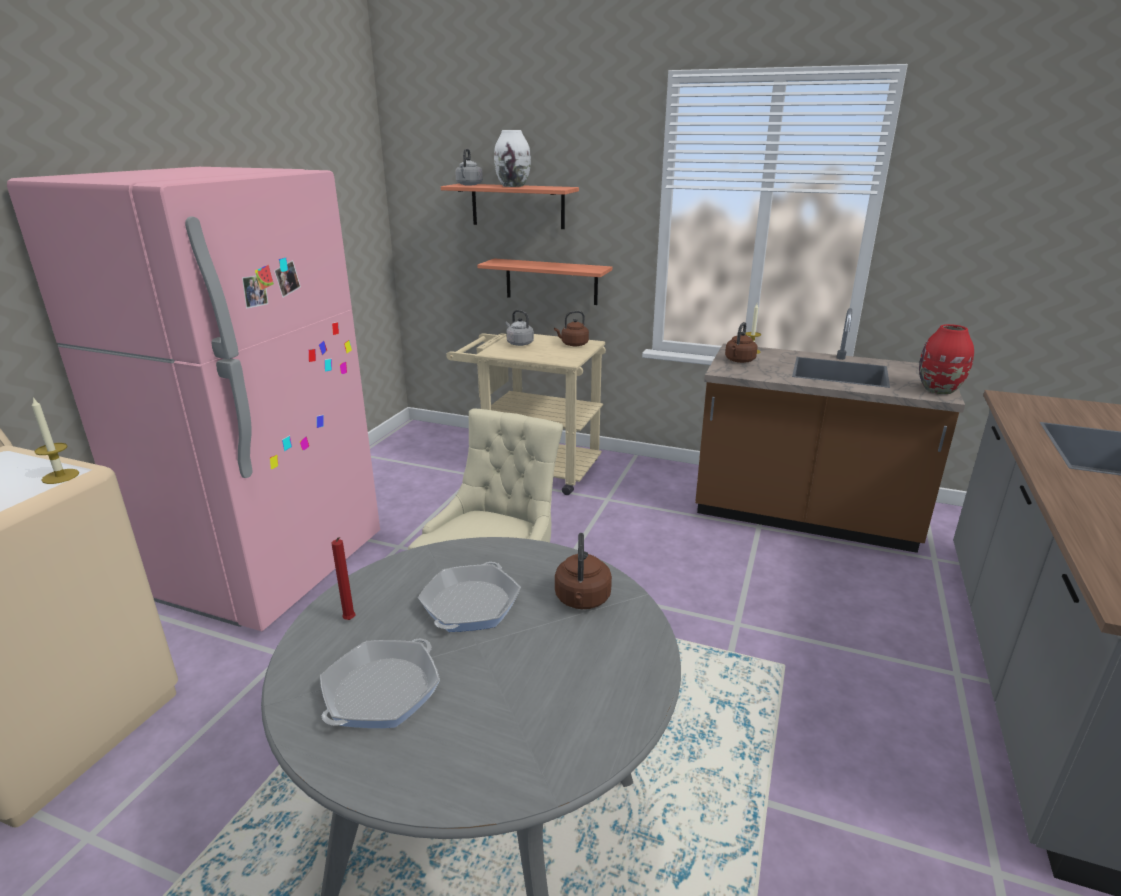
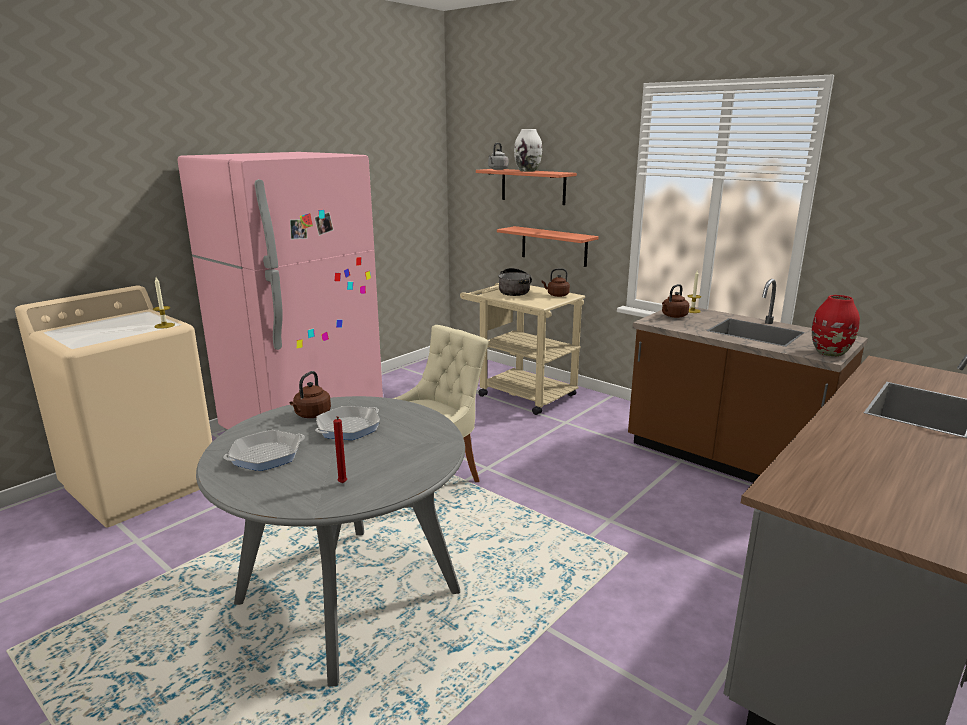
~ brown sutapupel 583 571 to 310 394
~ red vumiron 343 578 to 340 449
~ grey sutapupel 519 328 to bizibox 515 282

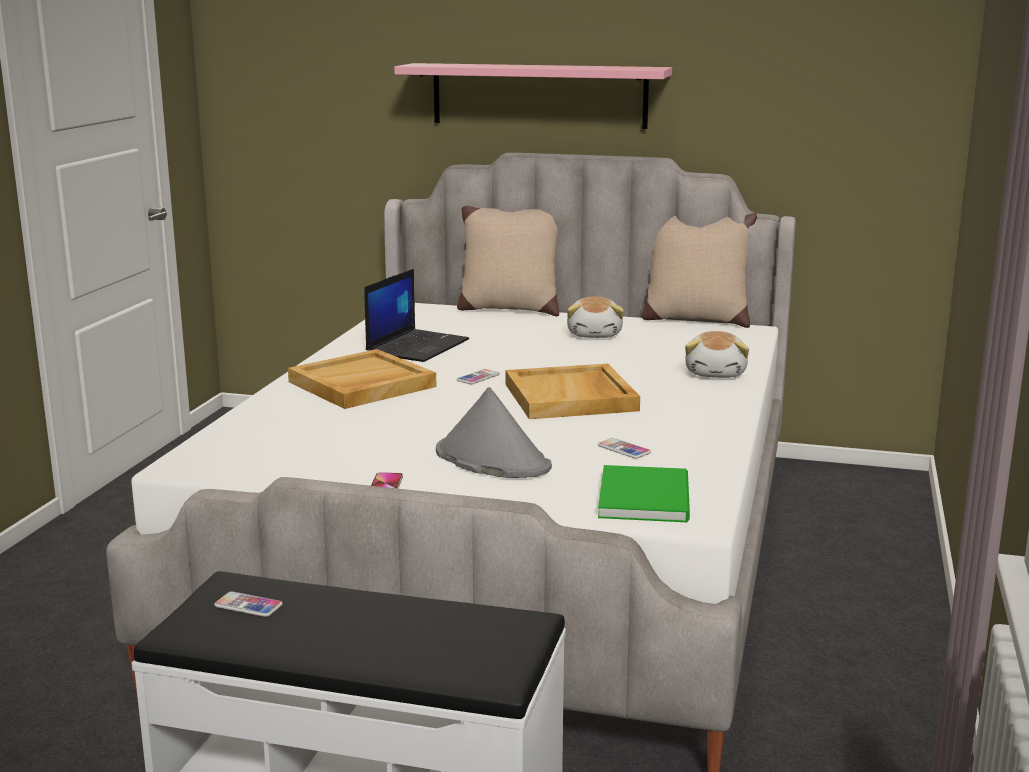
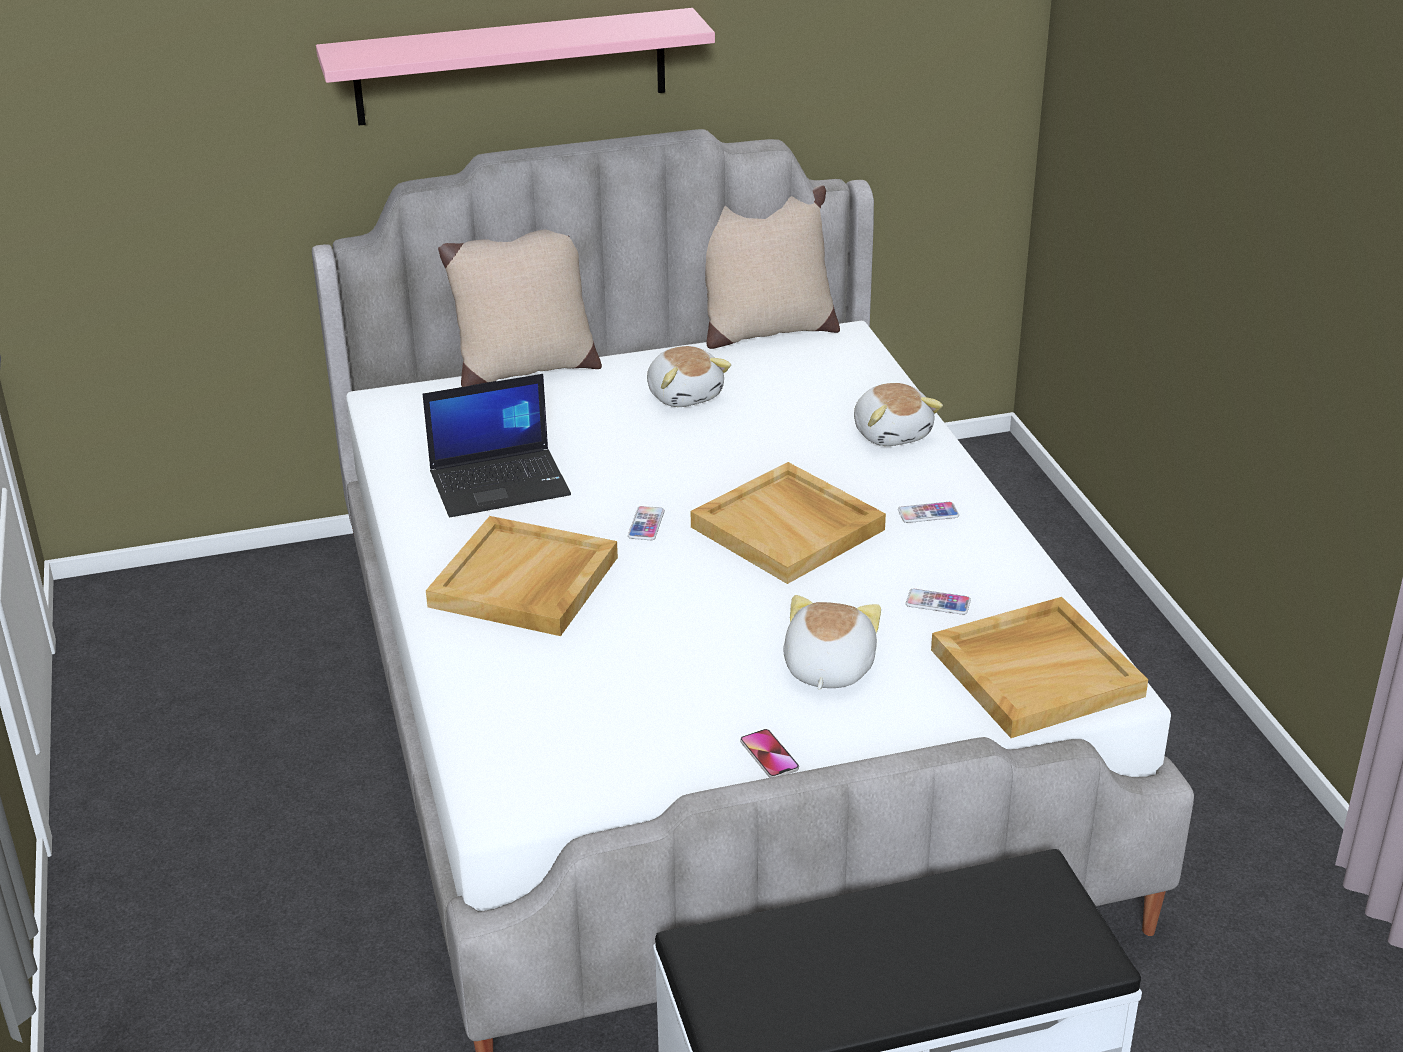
~ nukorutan 416 315 = 497 445 75 degrees clockwise
~ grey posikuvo 494 432 to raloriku 832 642
~ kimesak 248 604 to 928 512
~ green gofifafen 644 493 to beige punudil 1039 667

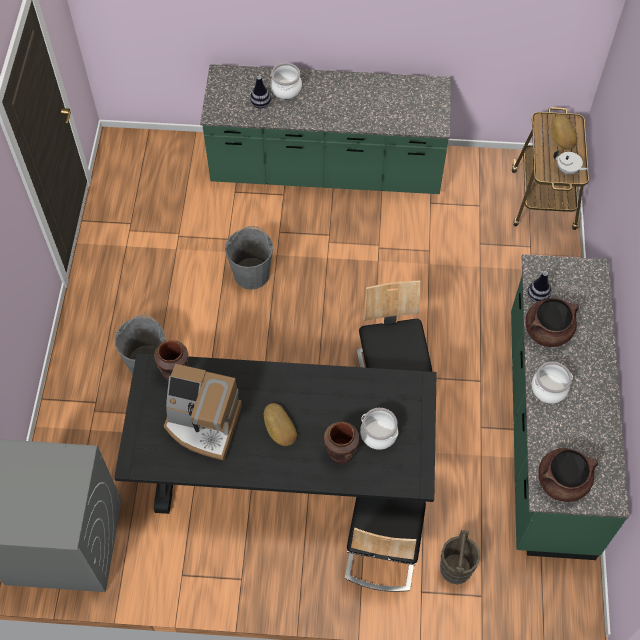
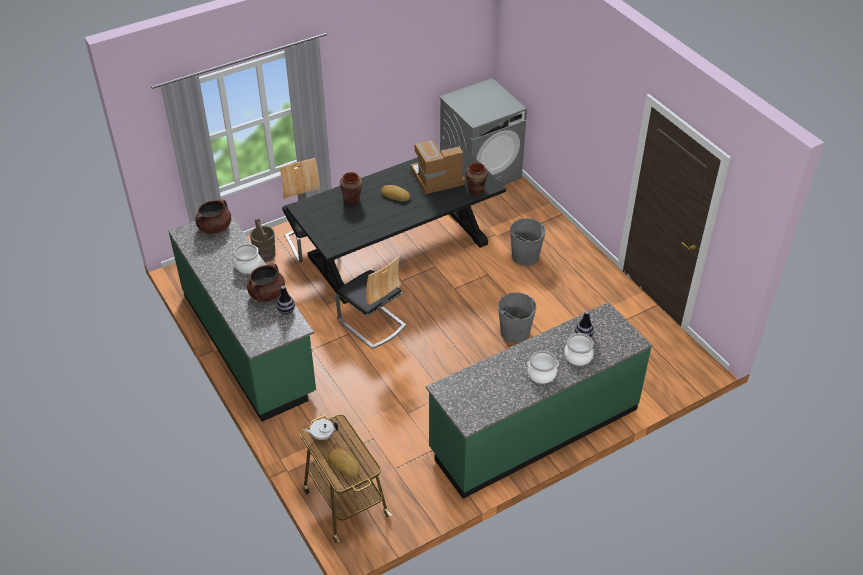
~ bizibox 379 429 to 543 367

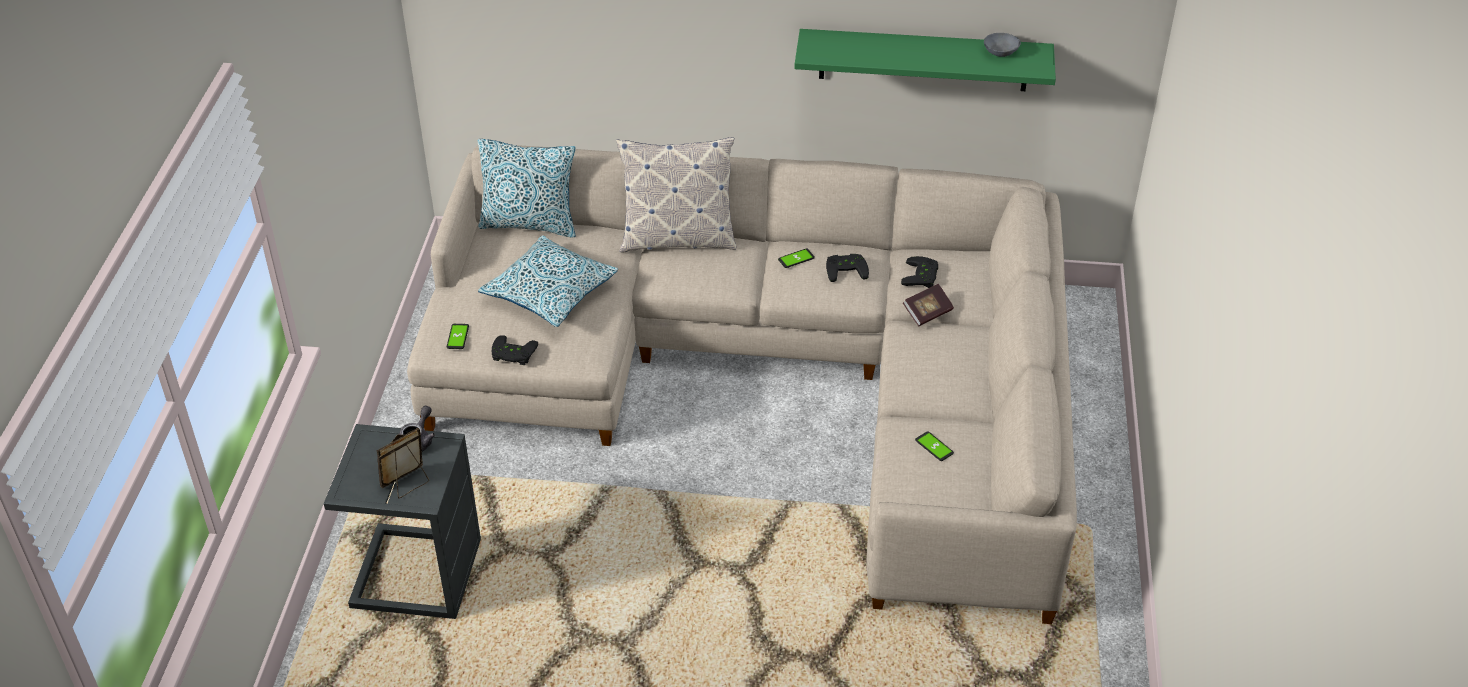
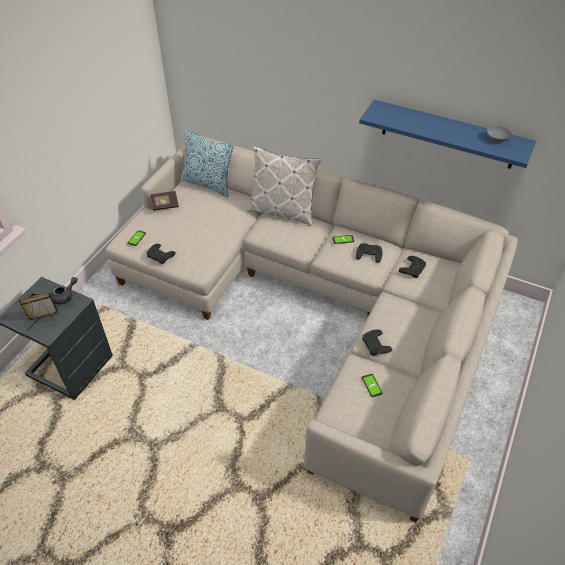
~ gofifafen 928 305 to 164 201
~ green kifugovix 925 60 to blue kifugovix 447 134
+ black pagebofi 377 342
- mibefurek 548 281

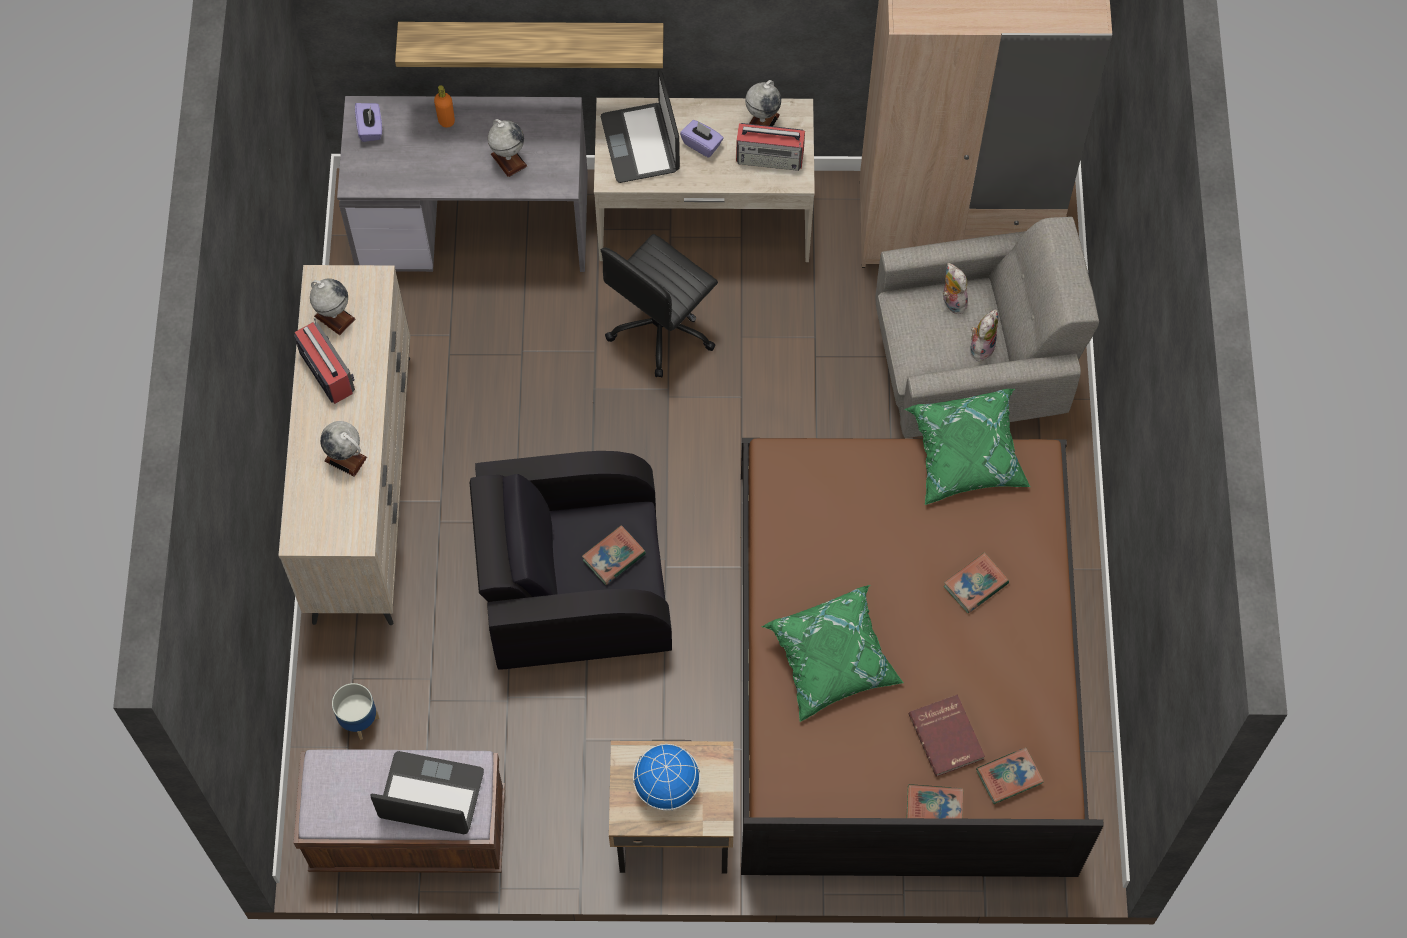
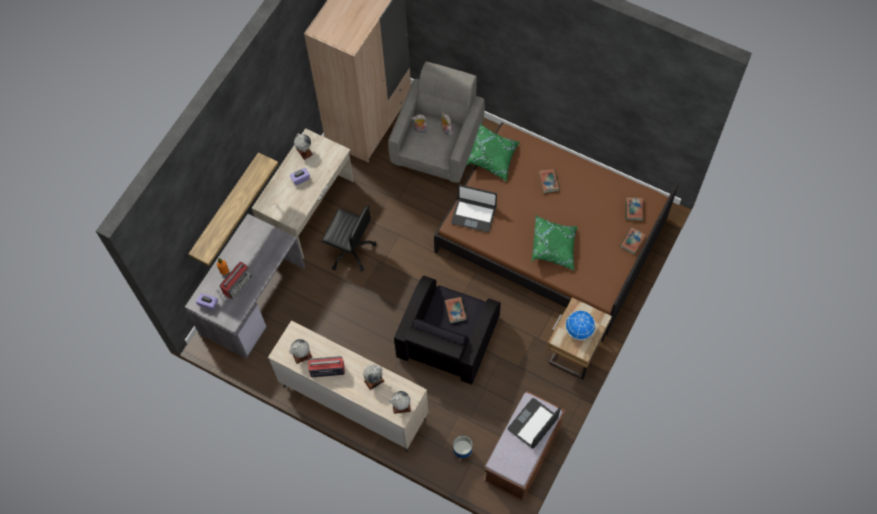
~ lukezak 770 147 to 236 280
~ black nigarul 659 306 = 349 238 45 degrees counterclockwise
~ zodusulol 507 148 to 400 402
~ nukorutan 640 126 to 474 208
- red gofifafen 946 736

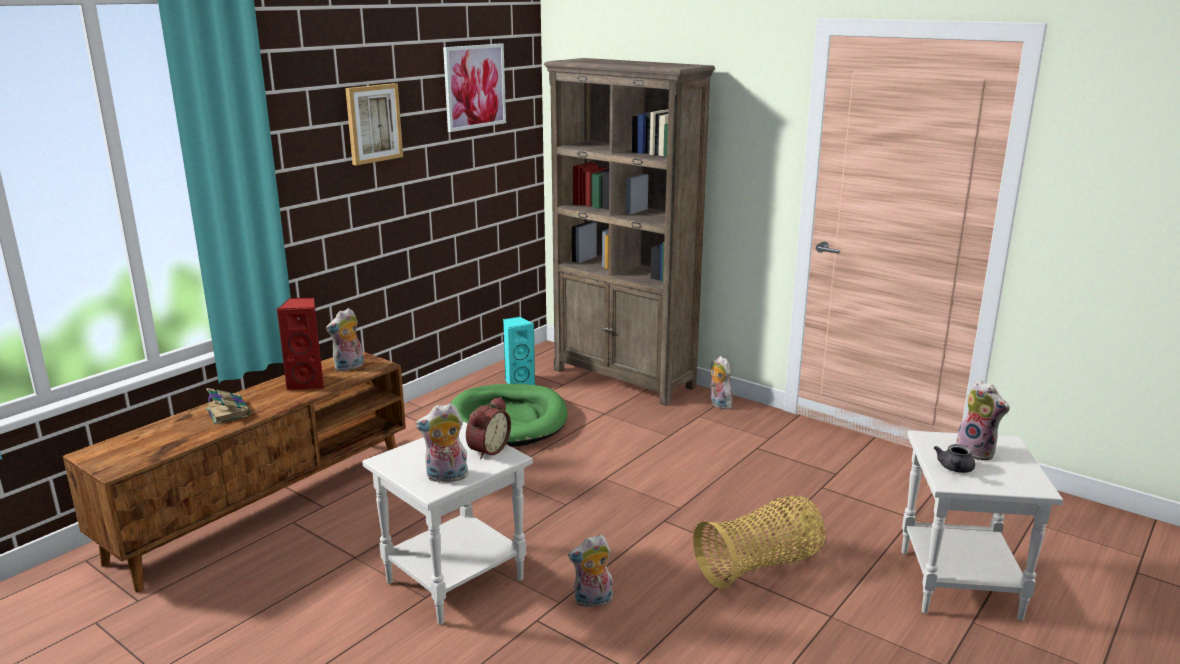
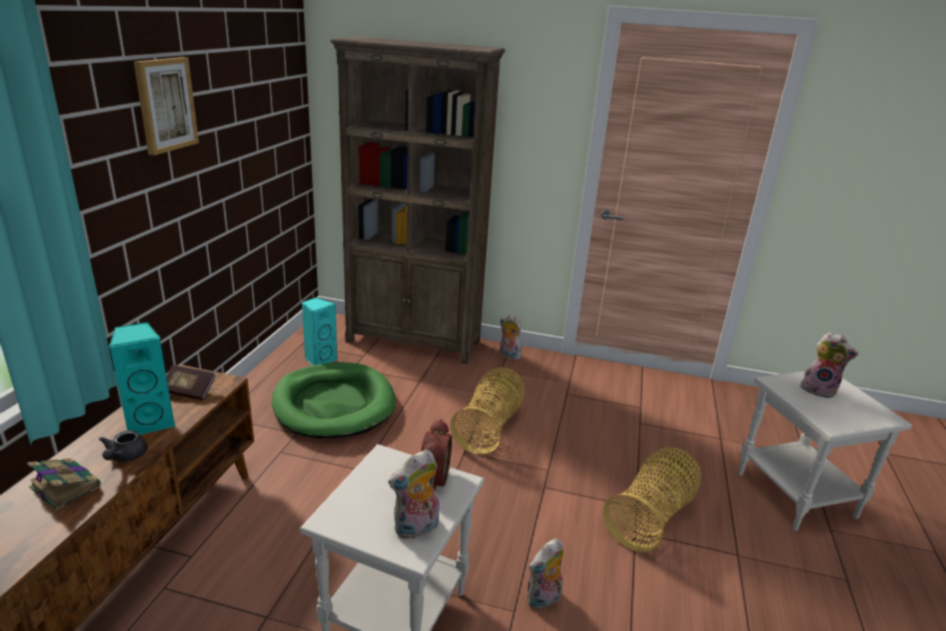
~ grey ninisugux 954 458 to 123 446
~ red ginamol 300 343 to turquoise ginamol 142 378
~ raloriku 345 340 to gofifafen 191 382
+ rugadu 487 410
- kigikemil 474 87

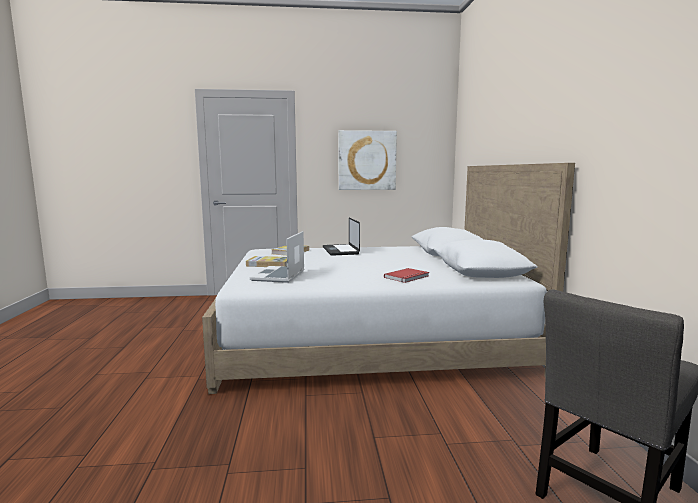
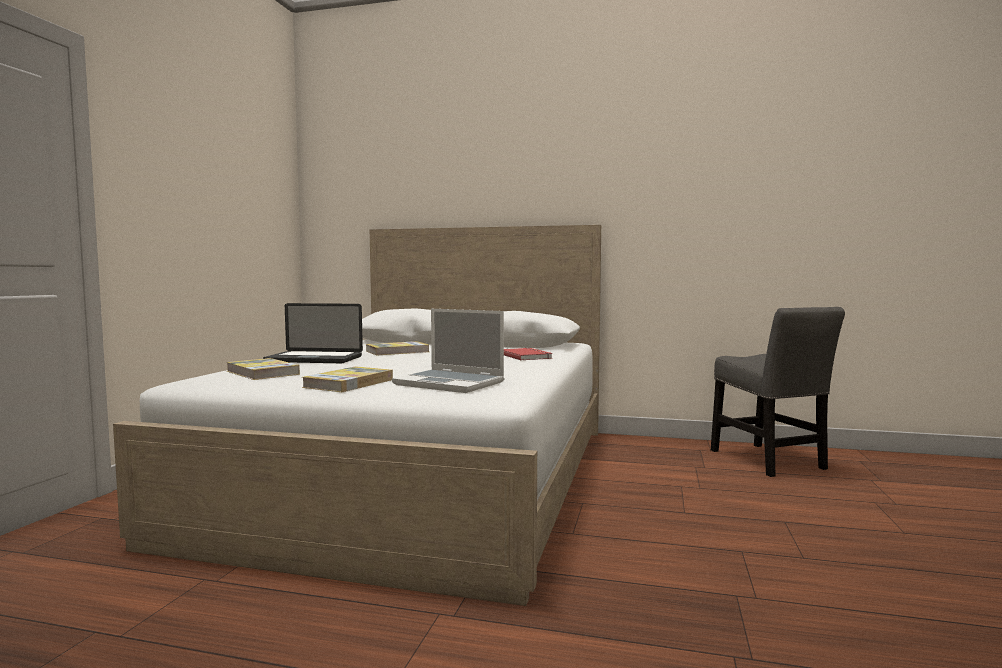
+ gofifafen 397 348
- kigikemil 367 160

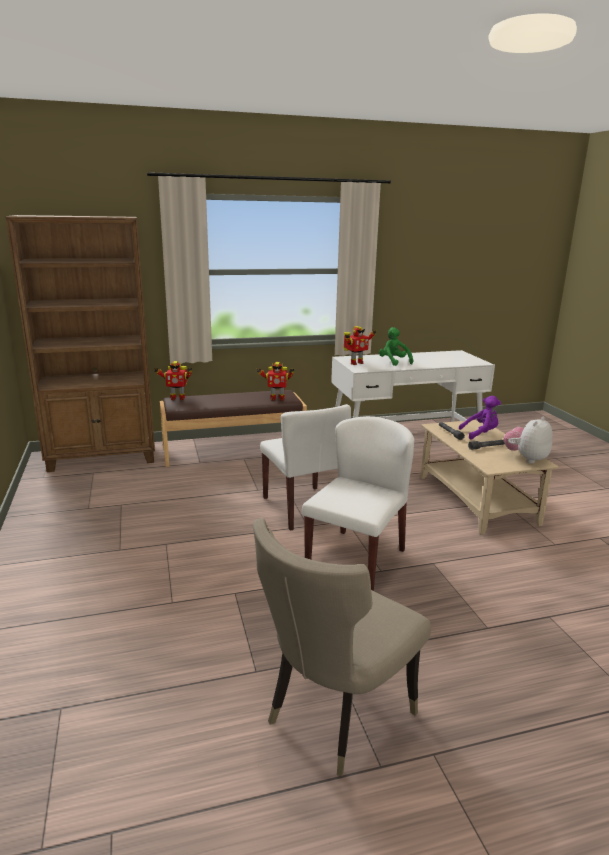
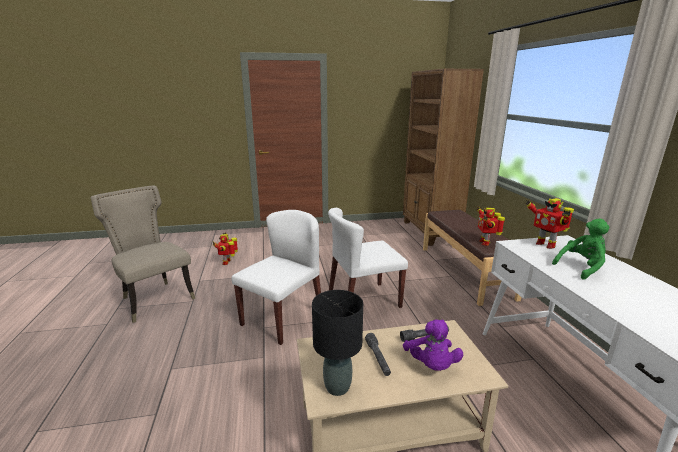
~ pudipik 173 380 to 225 248
~ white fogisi 358 503 = 276 277 90 degrees counterclockwise
~ raloriku 528 440 to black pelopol 337 343

